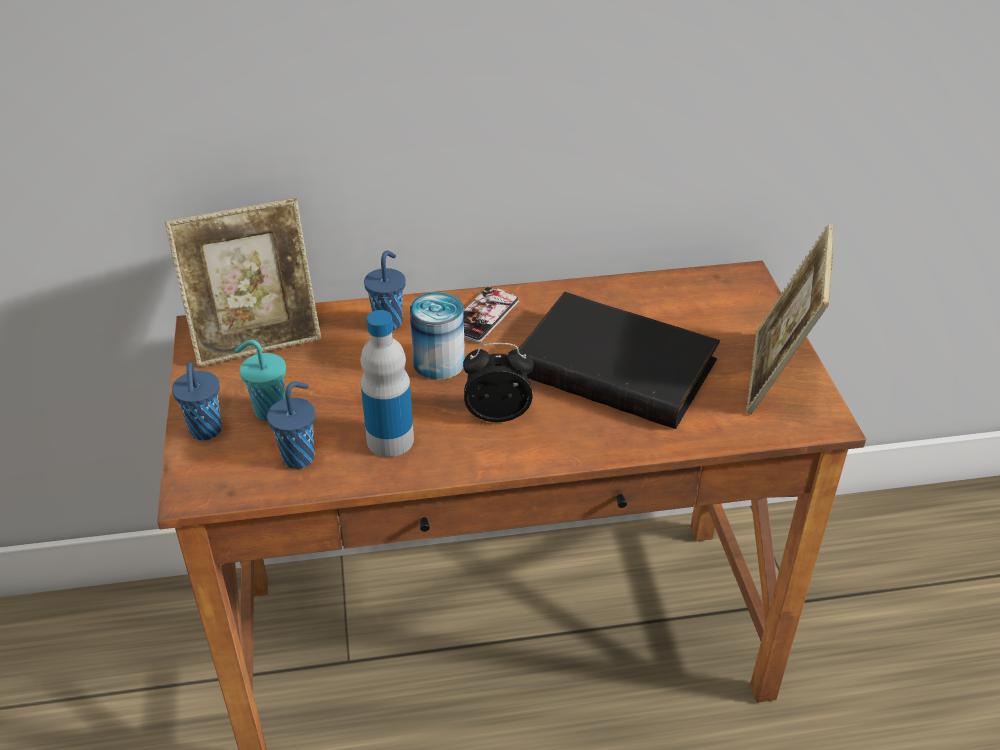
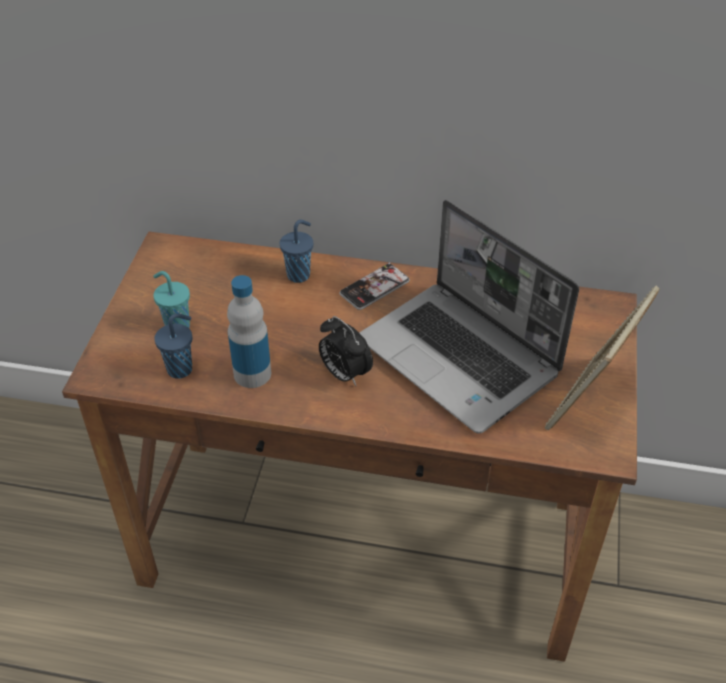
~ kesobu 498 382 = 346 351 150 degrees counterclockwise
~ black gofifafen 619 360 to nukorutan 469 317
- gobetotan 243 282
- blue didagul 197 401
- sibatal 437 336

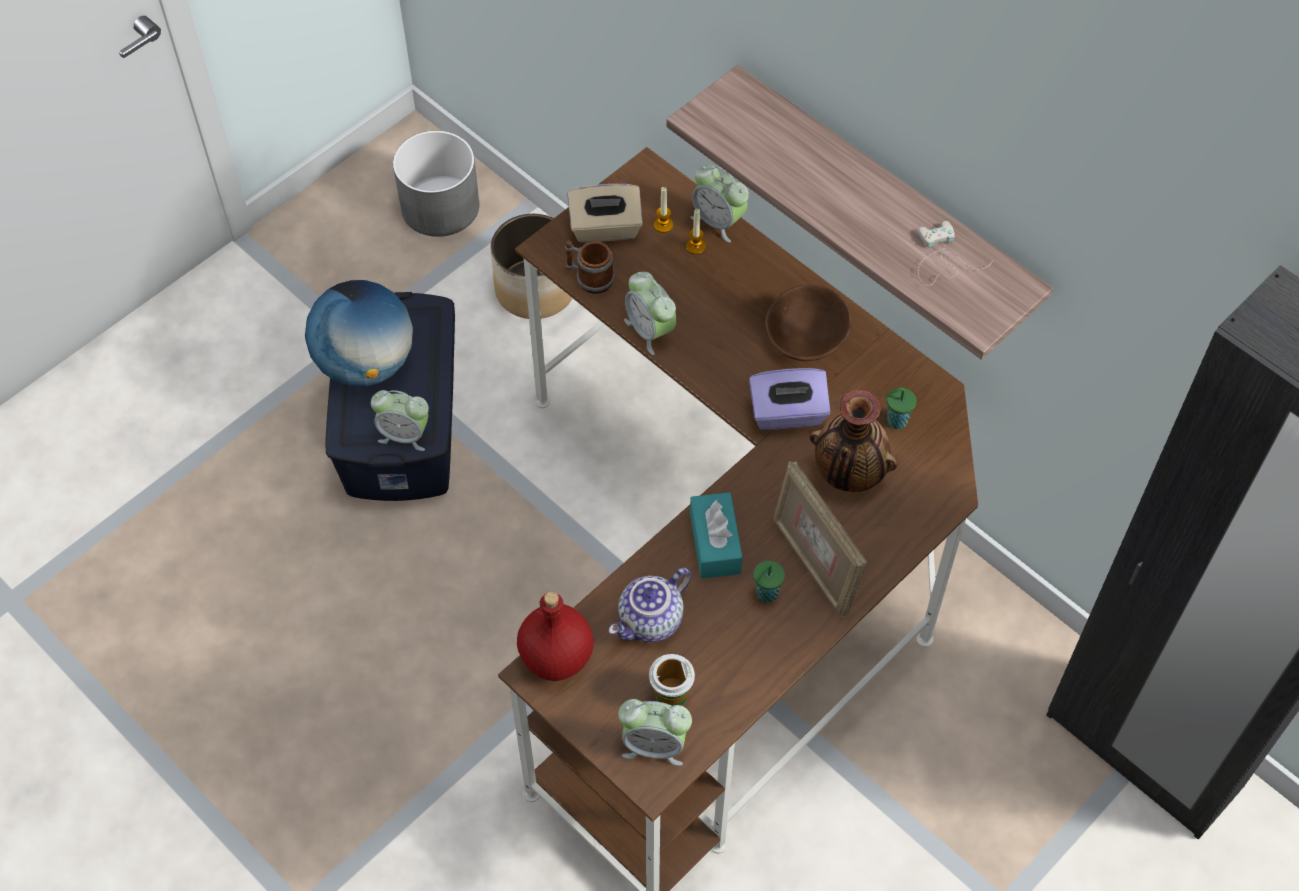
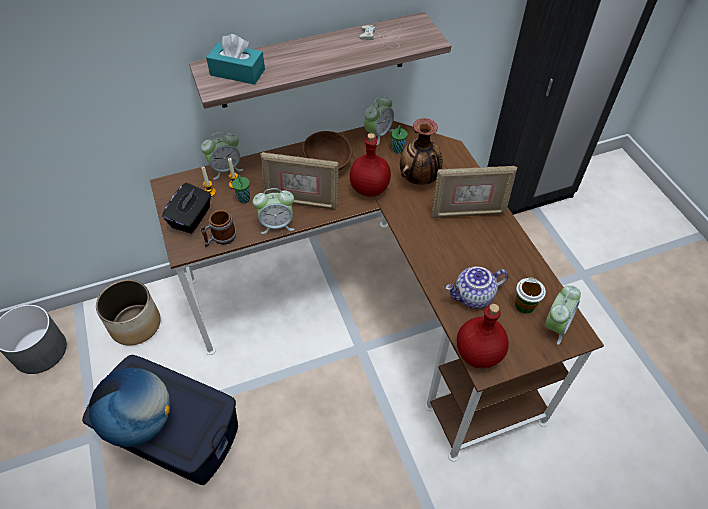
~ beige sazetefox 605 213 to black sazetefox 186 208
~ turquoise sazetefox 716 535 to 235 59
~ green didagul 769 582 to 241 189
+ gobetotan 299 181
~ purple sazetefox 790 399 to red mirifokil 370 165
~ kesobu 400 420 to 379 120
~ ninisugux 650 605 = 477 287 90 degrees clockwise

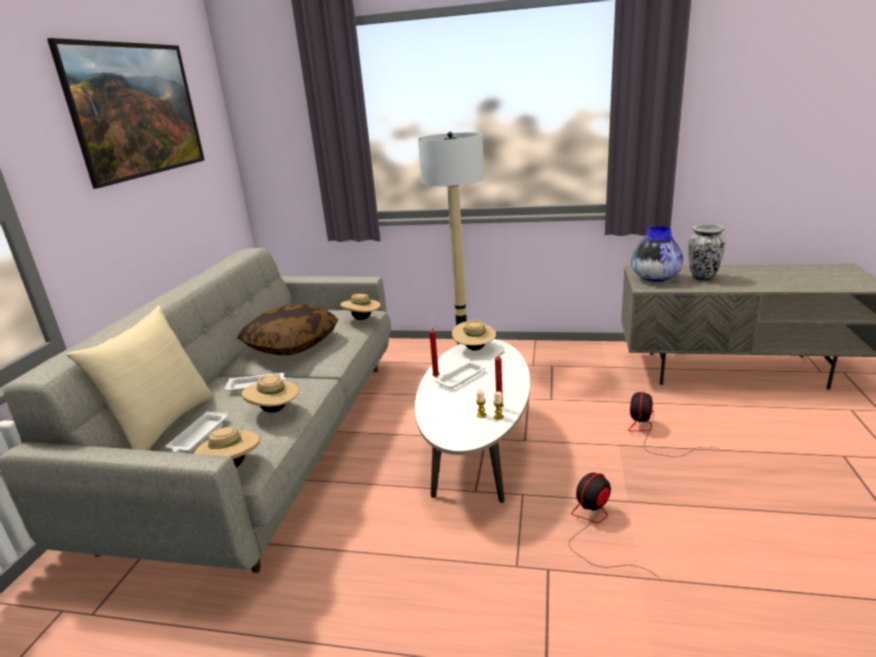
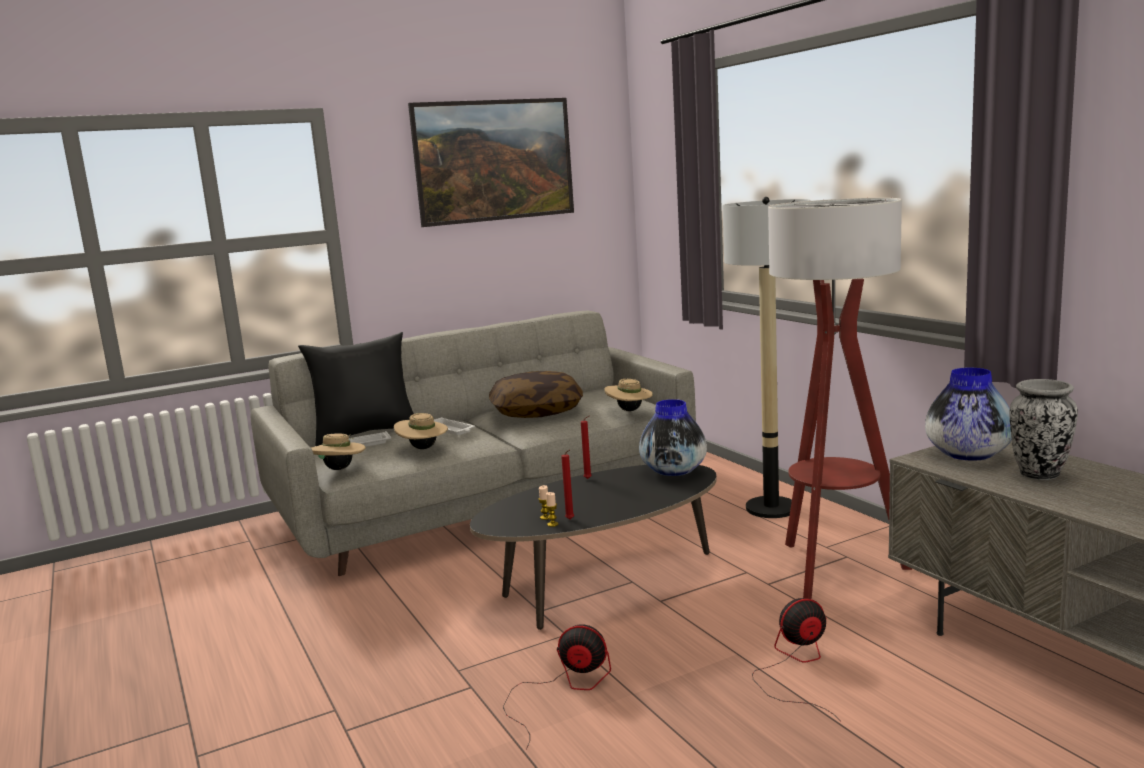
~ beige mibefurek 140 377 to black mibefurek 356 389
~ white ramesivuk 472 421 to black ramesivuk 593 547
~ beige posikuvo 474 335 to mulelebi 673 437
+ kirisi 840 398
- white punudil 460 375

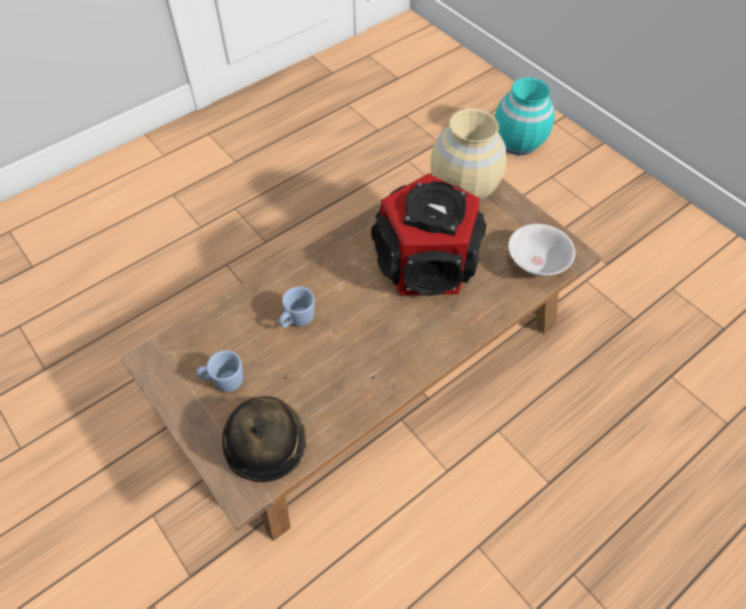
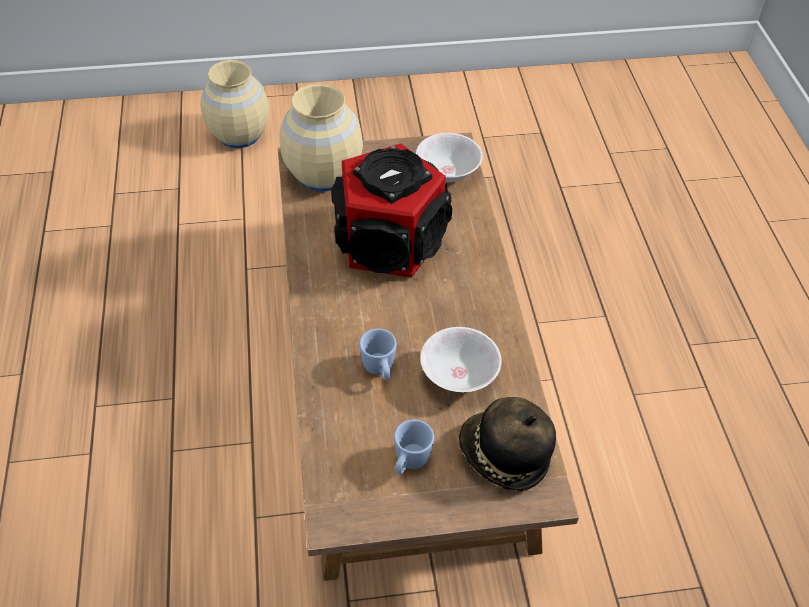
~ turquoise mulelebi 525 116 to beige mulelebi 234 104
+ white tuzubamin 461 359

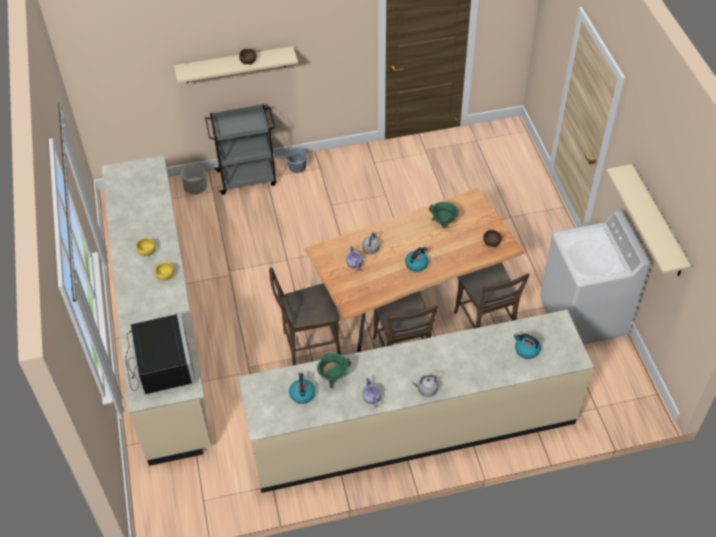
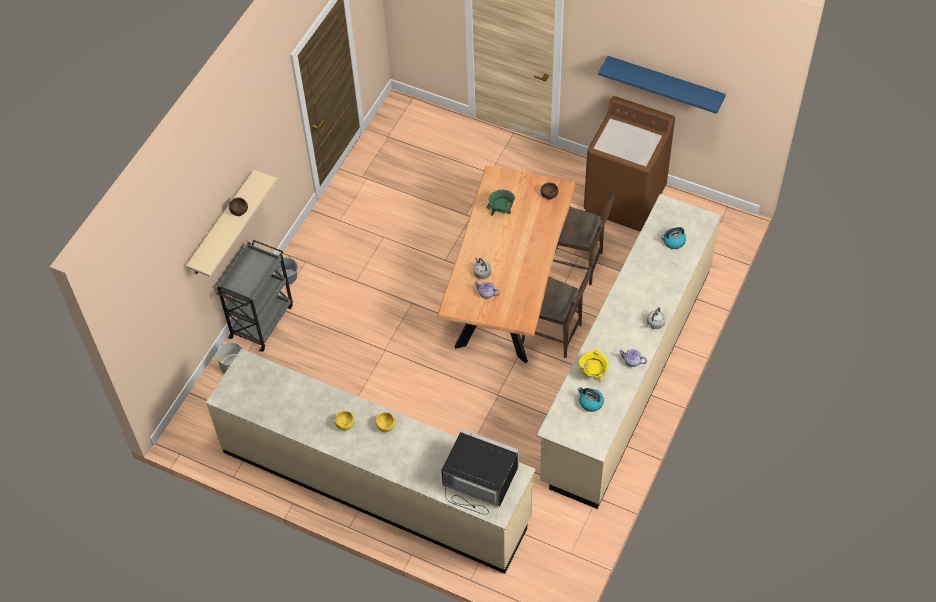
~ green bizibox 334 371 to yellow bizibox 594 365
~ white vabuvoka 595 277 to brown vabuvoka 629 164
~ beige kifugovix 648 220 to blue kifugovix 662 85
- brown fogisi 305 316
- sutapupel 416 259

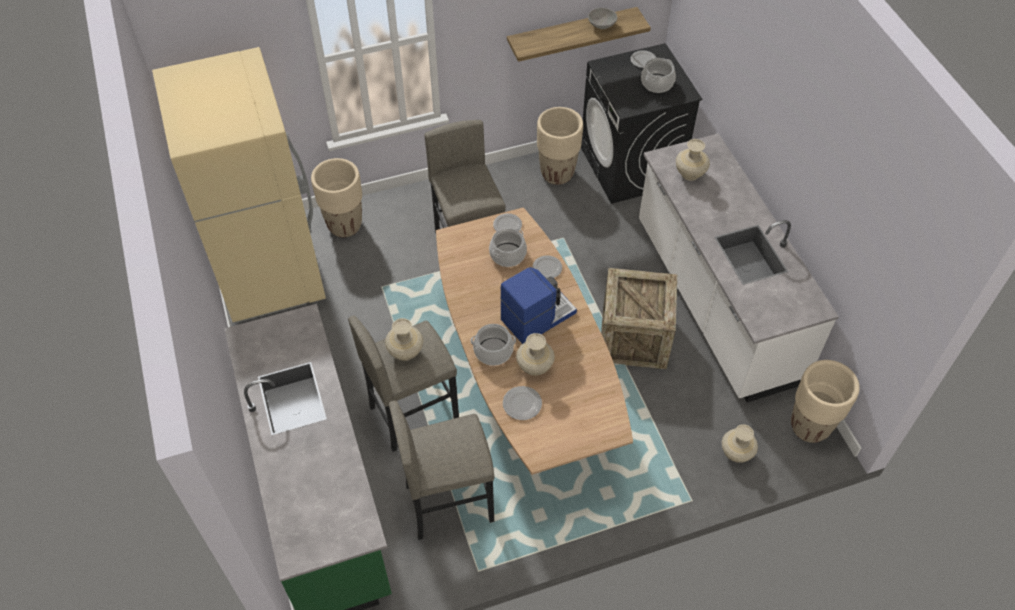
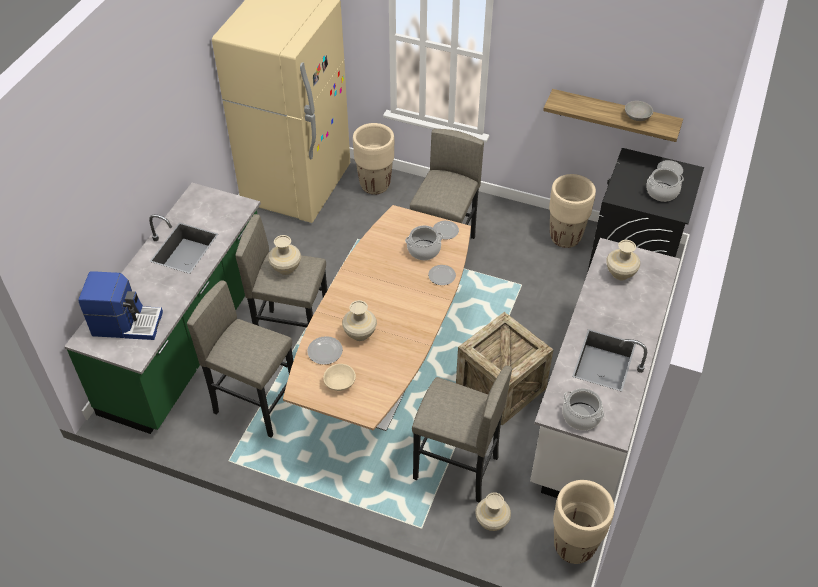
~ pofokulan 538 305 to 120 305
+ beige tuzubamin 339 377
+ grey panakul 462 434
~ bizibox 493 345 to 583 409

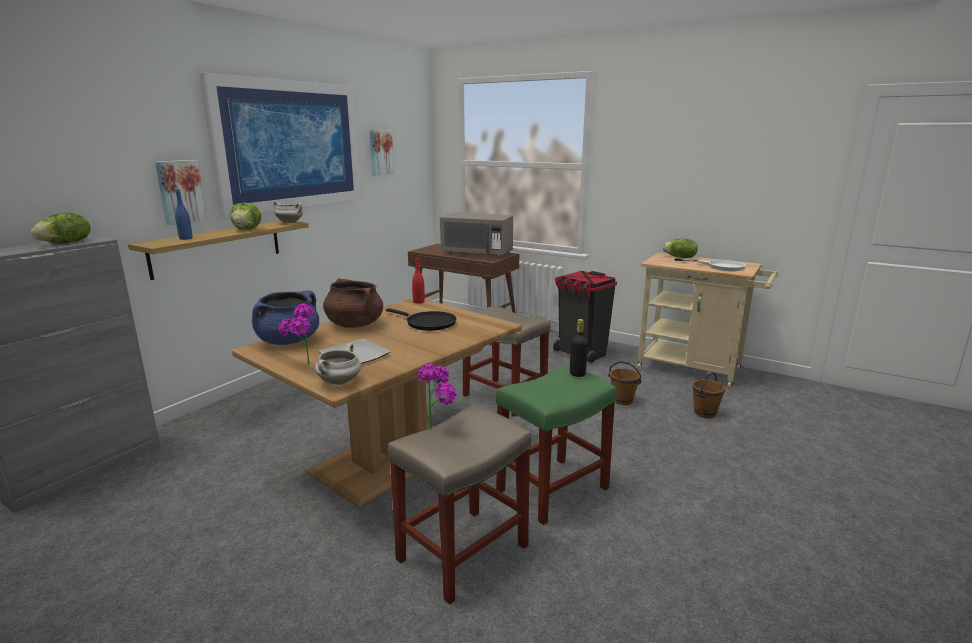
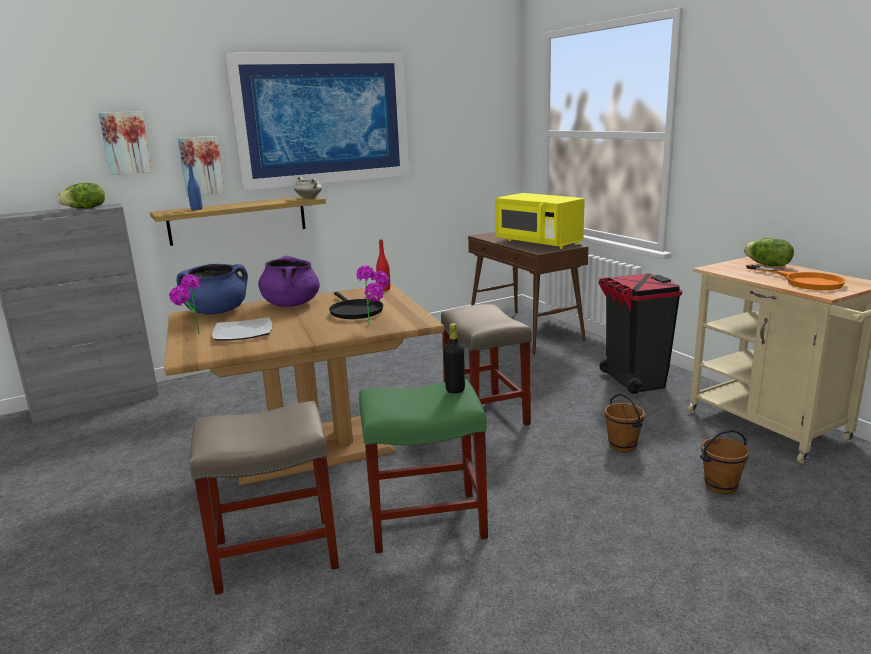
~ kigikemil 381 152 to 125 143
~ brown bizibox 353 303 to purple bizibox 289 281
~ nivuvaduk 437 396 to 372 295
~ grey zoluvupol 476 234 to yellow zoluvupol 540 221
~ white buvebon 710 264 to orange buvebon 796 277
- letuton 245 216
- white bizibox 338 364

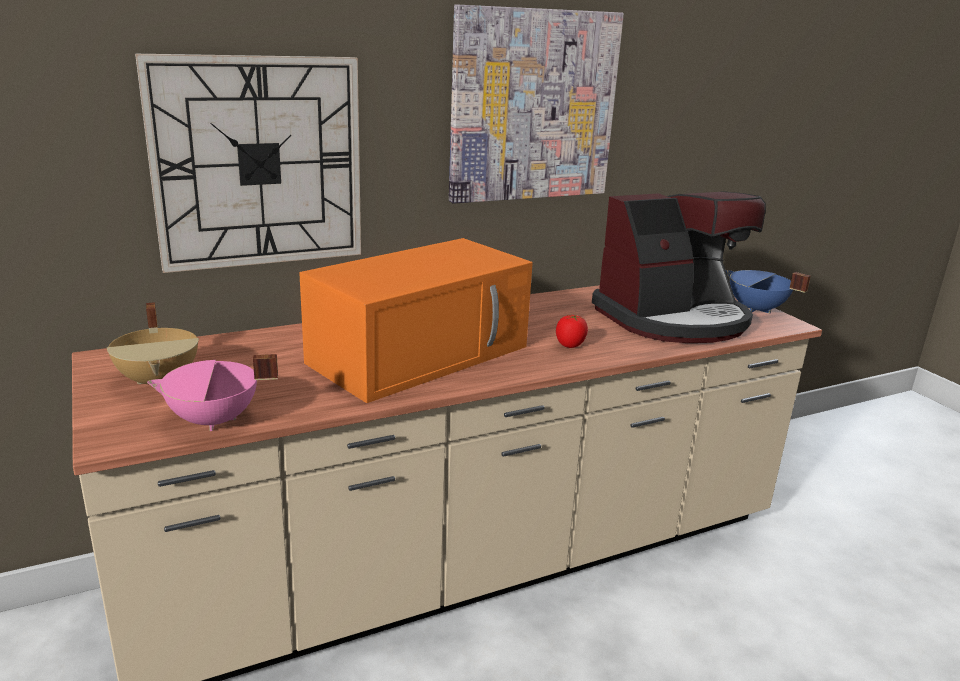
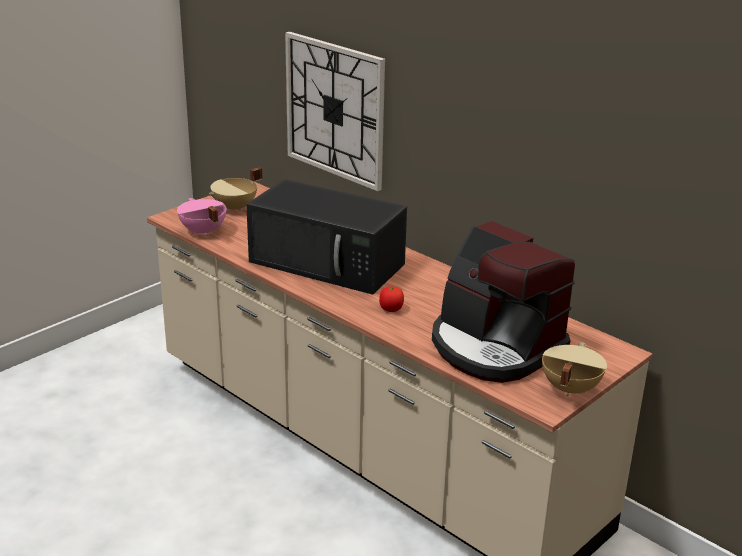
~ orange zoluvupol 416 320 to black zoluvupol 326 237
~ blue bizibox 768 292 to beige bizibox 574 369
- kigikemil 536 104

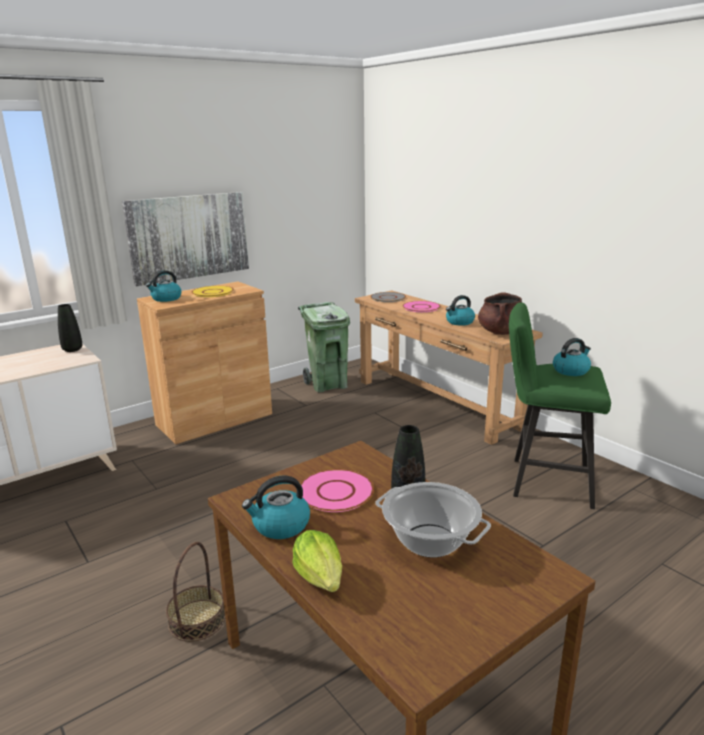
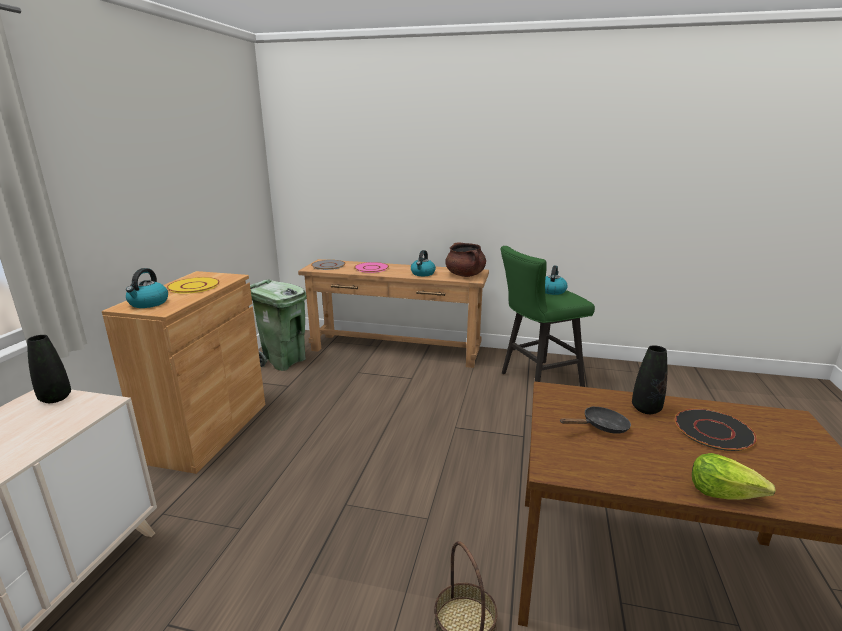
~ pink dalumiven 337 490 to black buvebon 595 420
~ bizibox 433 520 to black dalumiven 716 430
- kigikemil 185 239
- sutapupel 276 507

